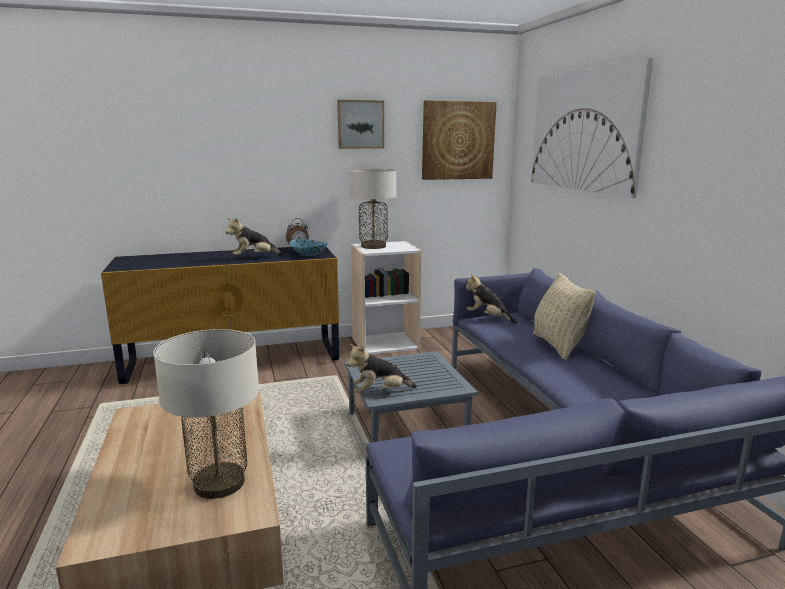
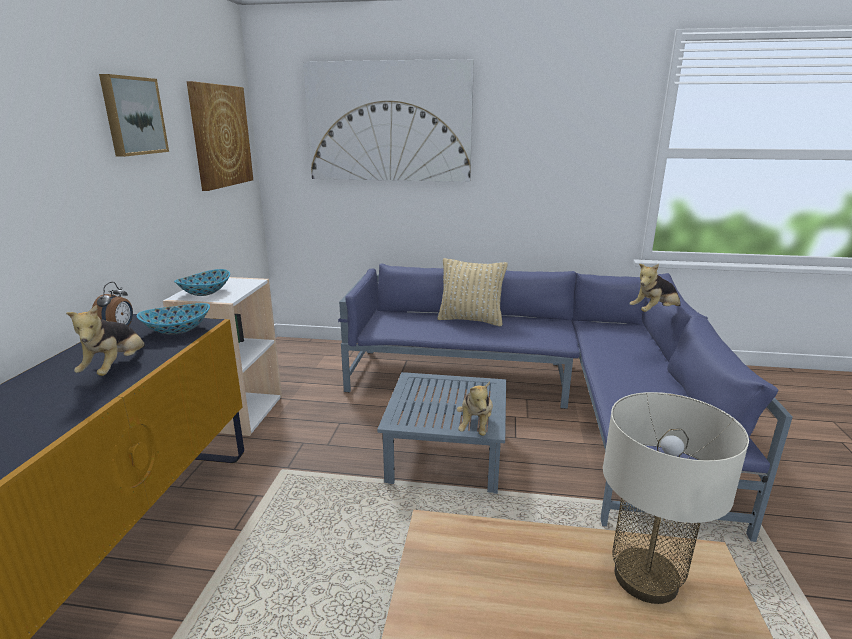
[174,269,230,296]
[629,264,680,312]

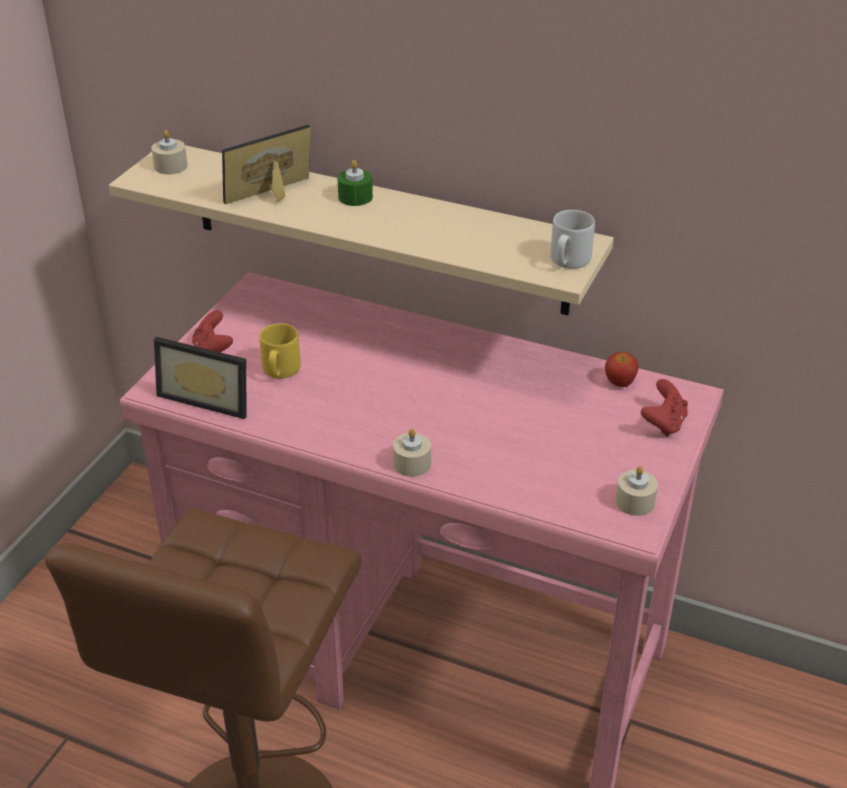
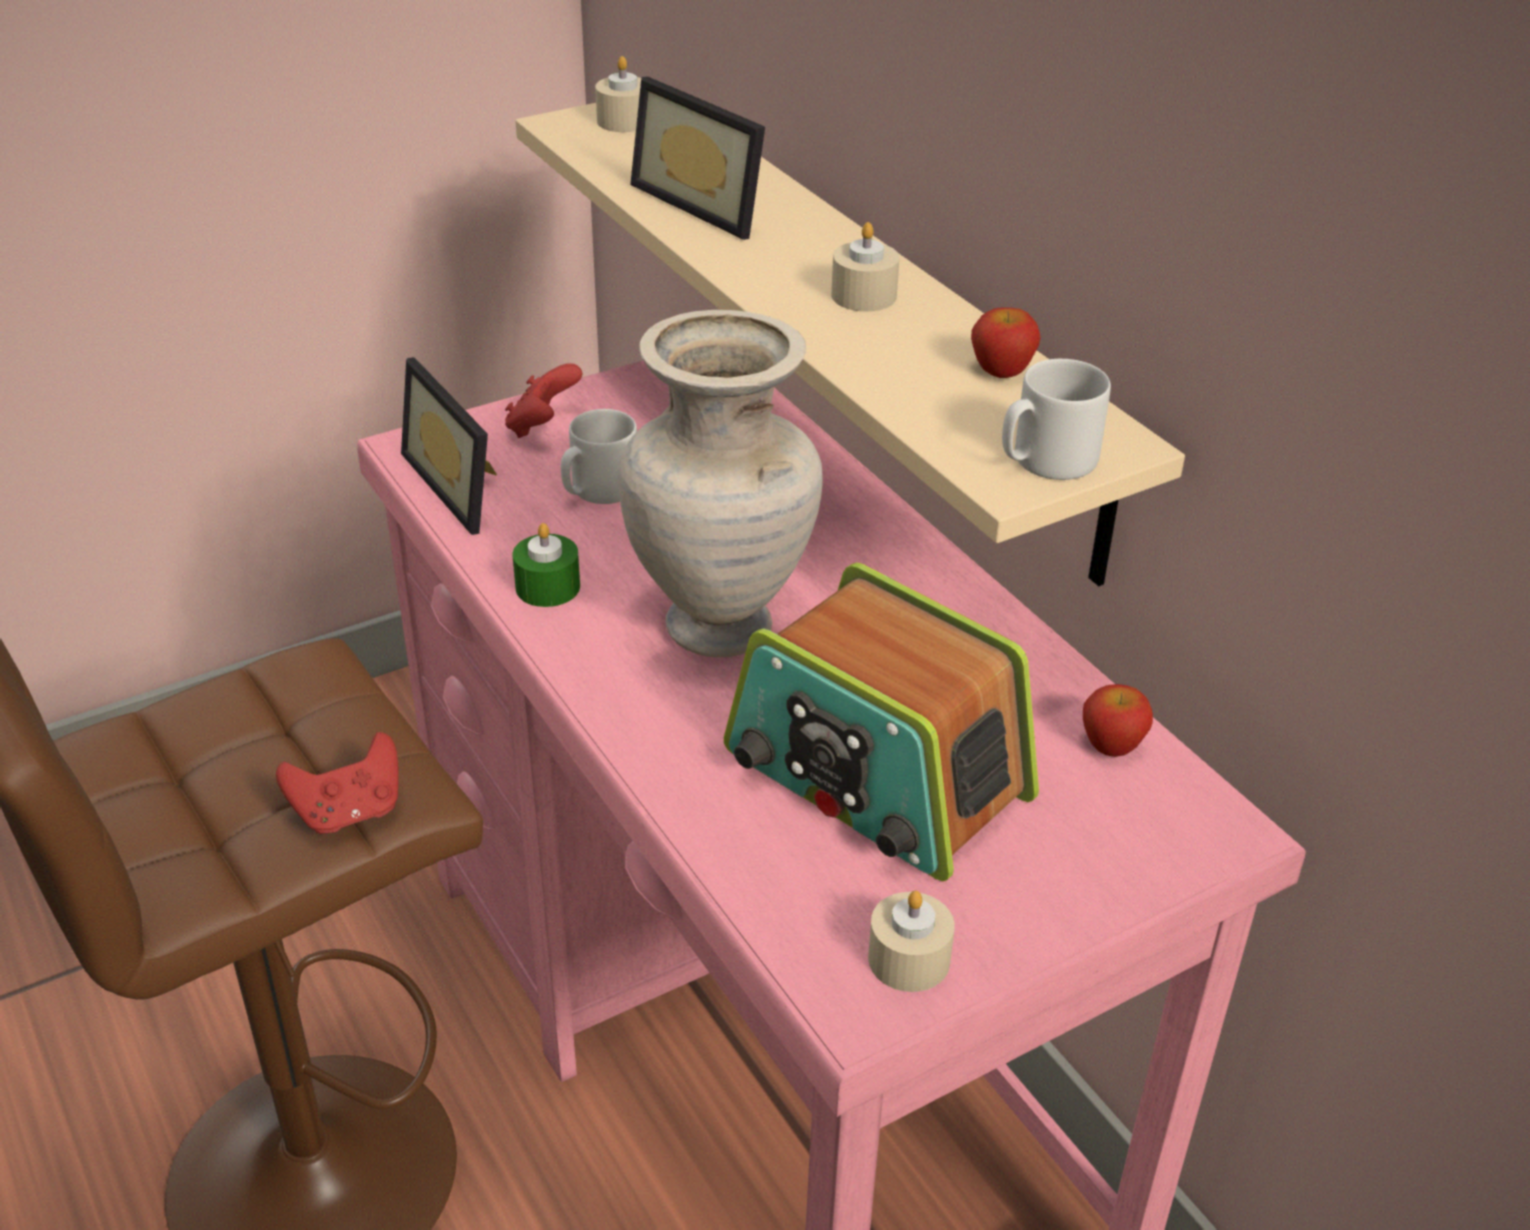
[276,732,399,834]
[513,523,580,607]
[561,409,637,504]
[618,310,823,657]
[630,76,765,240]
[724,563,1039,882]
[831,222,900,312]
[971,307,1041,378]

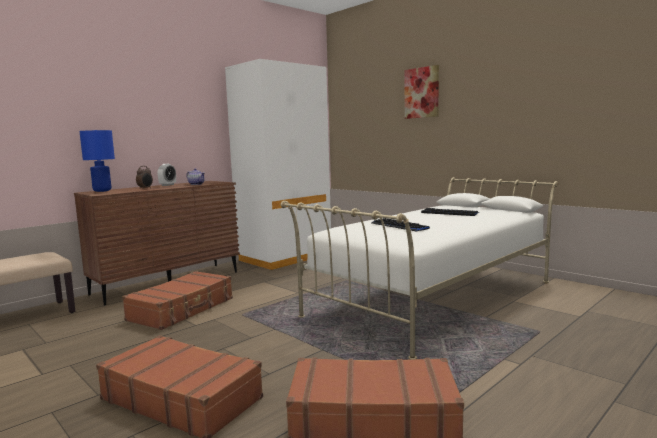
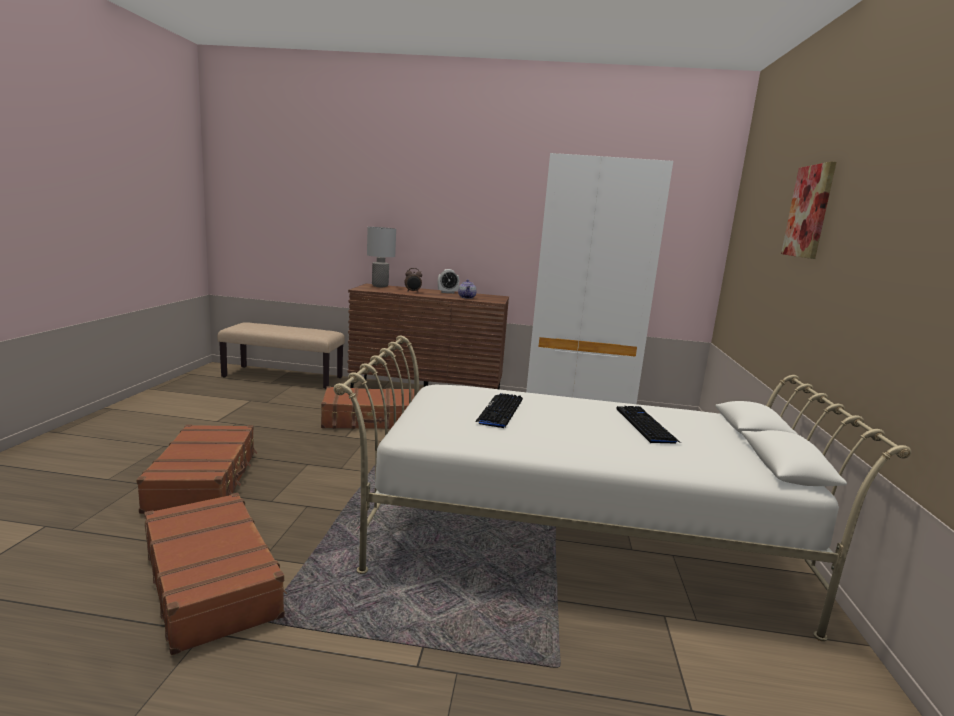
[367,227,396,287]

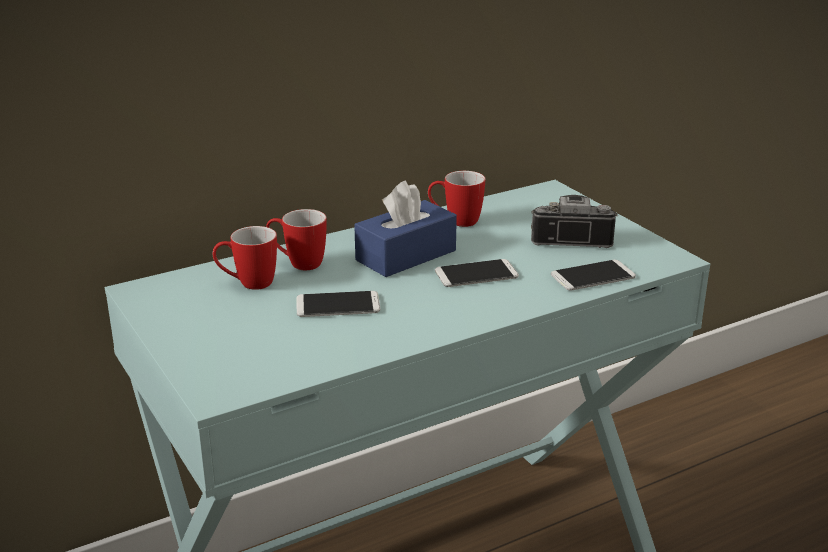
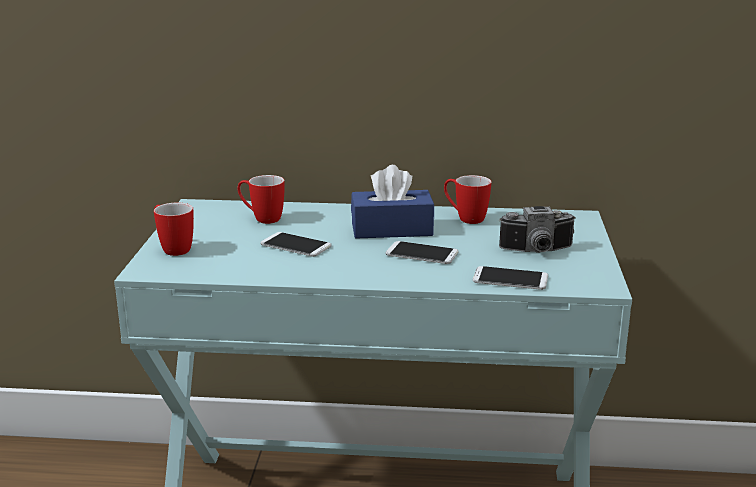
[154,202,194,256]
[499,206,576,253]

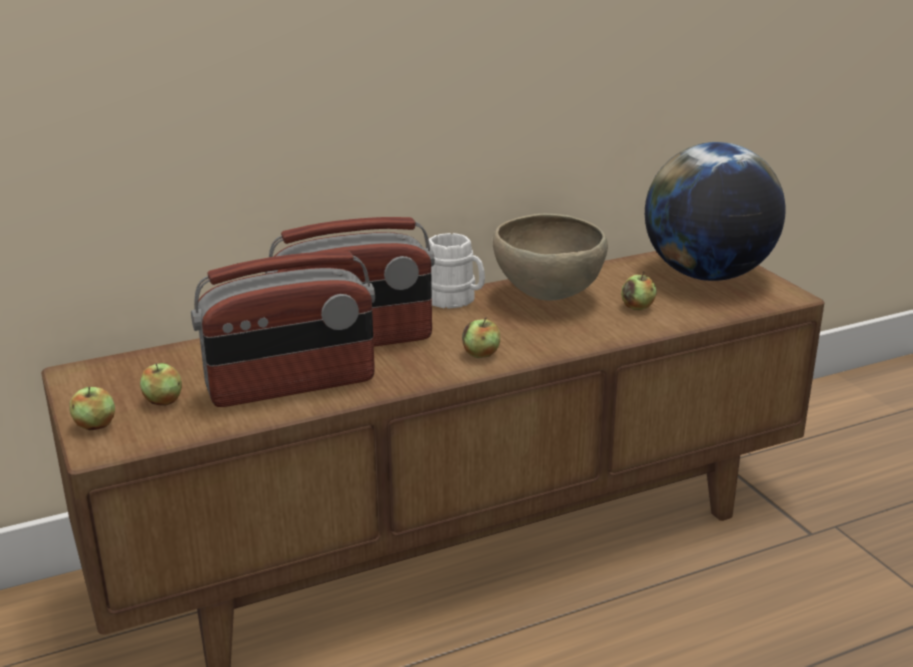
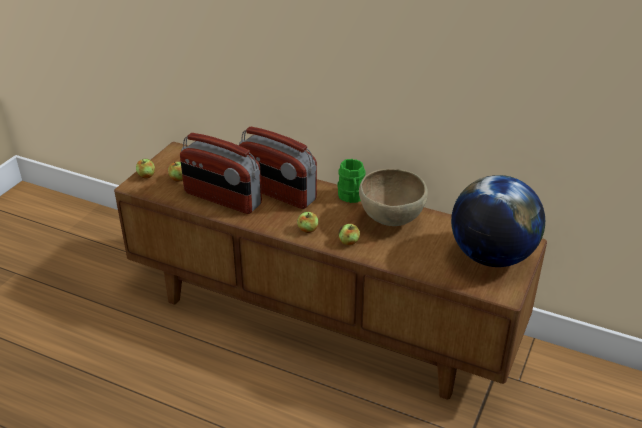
[337,159,366,203]
[338,224,360,245]

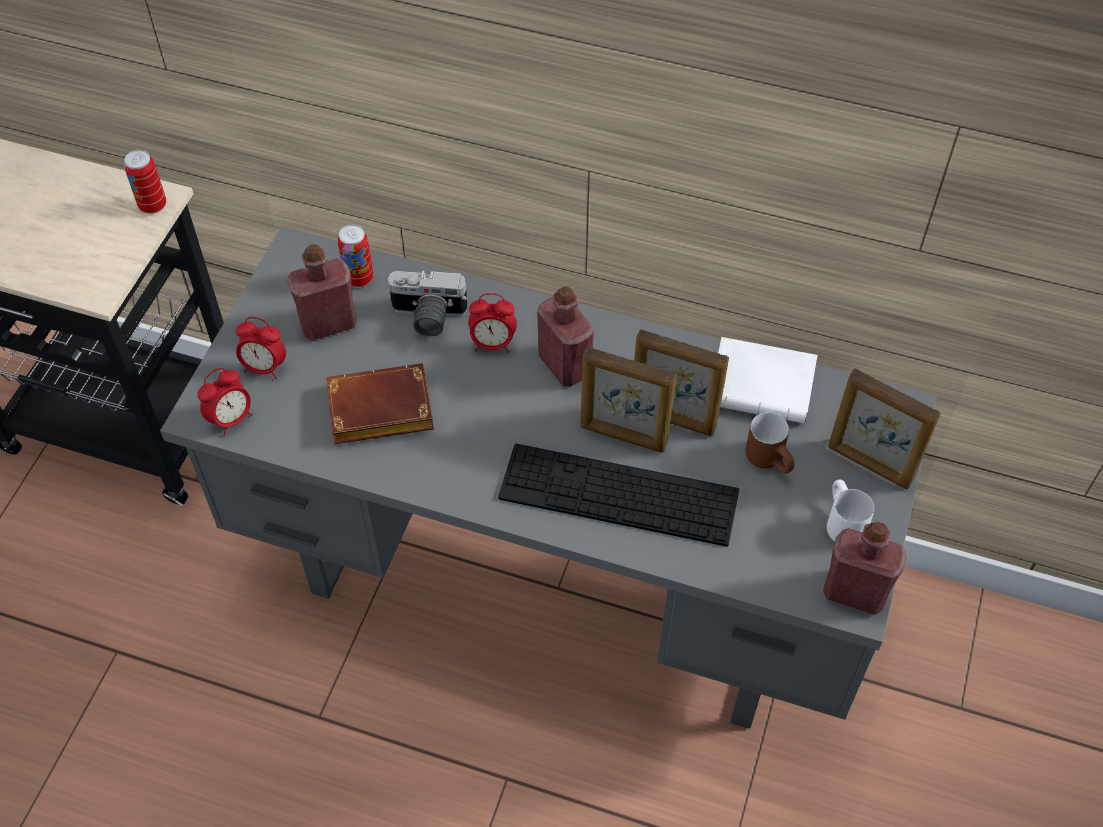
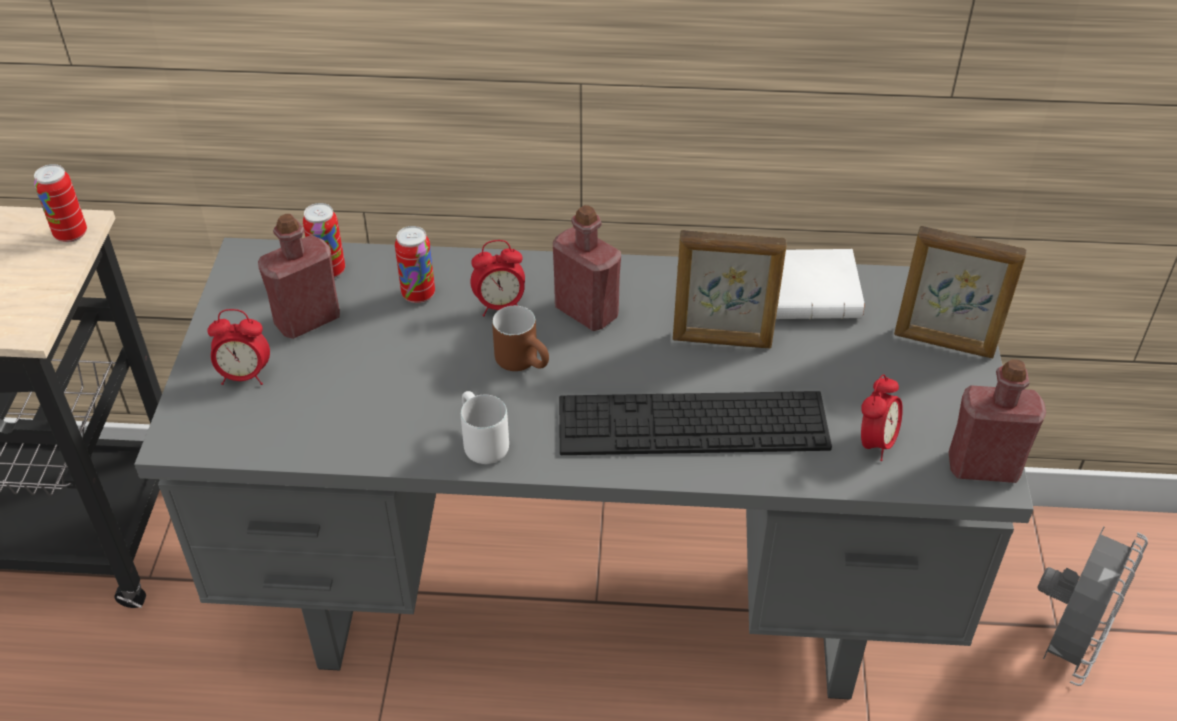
[395,226,435,303]
[461,391,509,464]
[492,306,549,371]
[861,374,903,461]
[1037,526,1148,686]
[326,363,434,444] (first image)
[580,347,676,453] (first image)

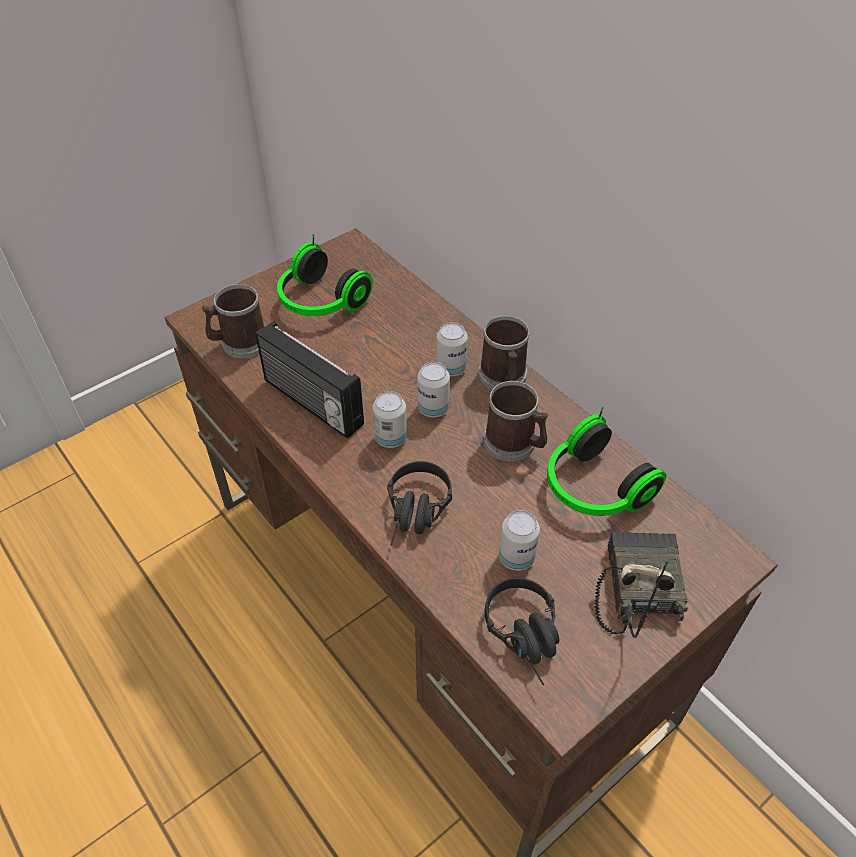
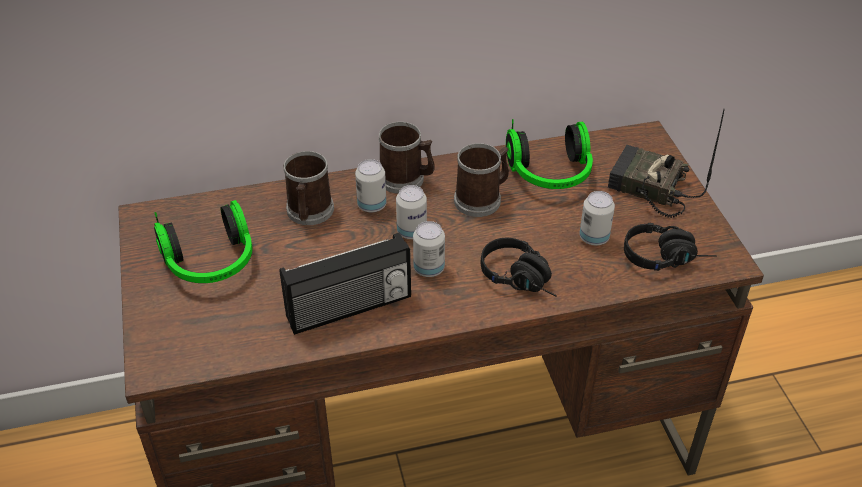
[283,151,334,225]

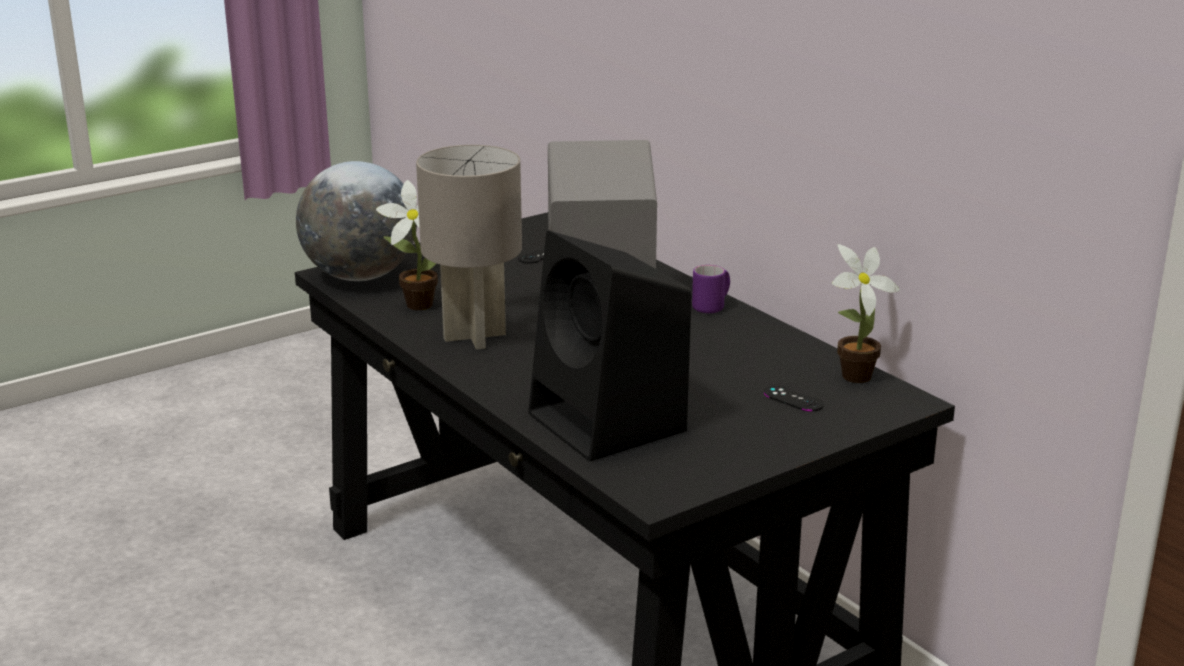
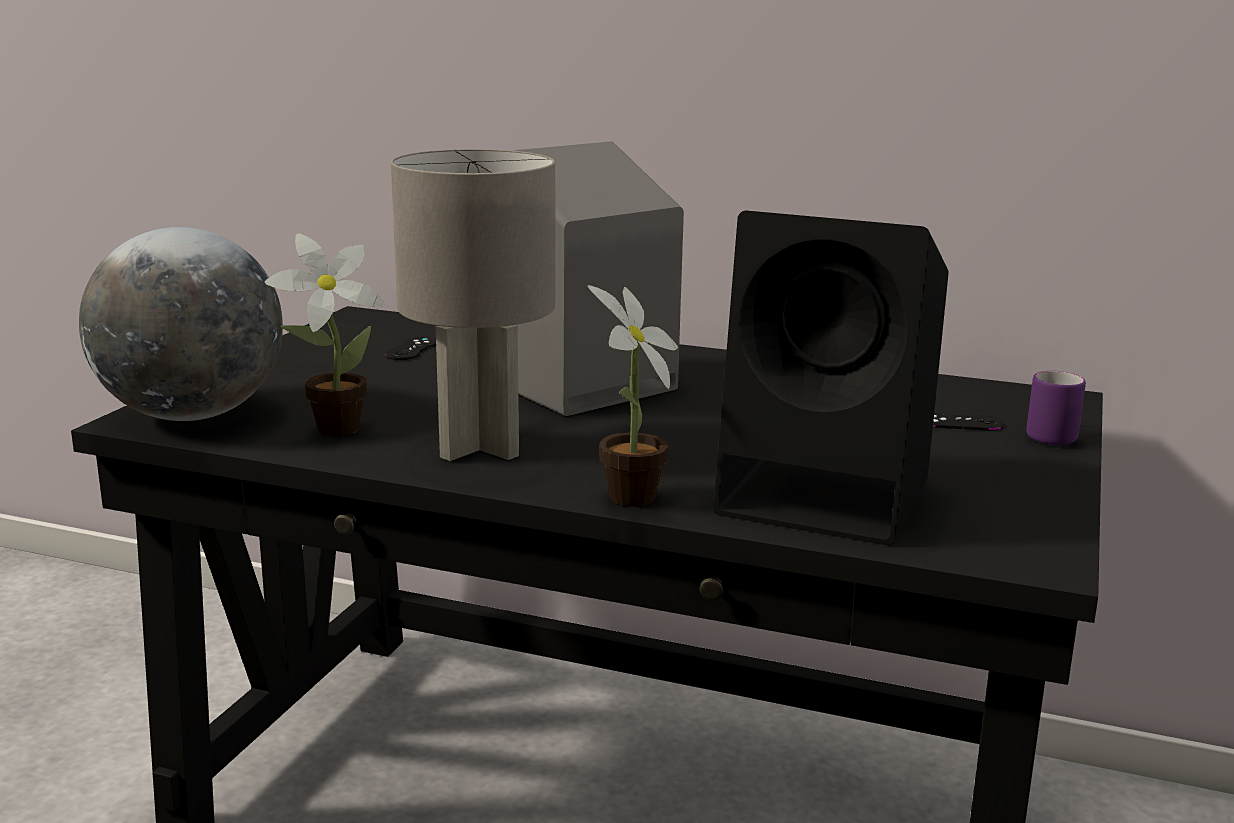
[587,285,678,506]
[1026,371,1086,445]

